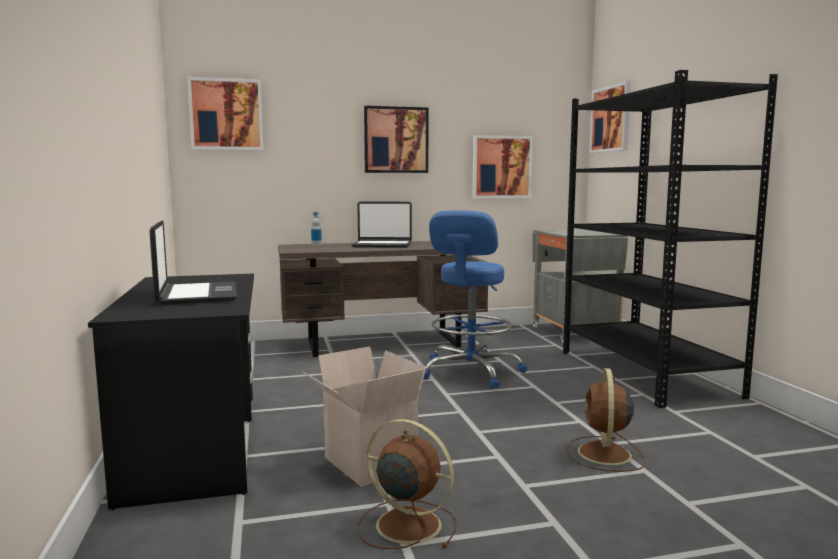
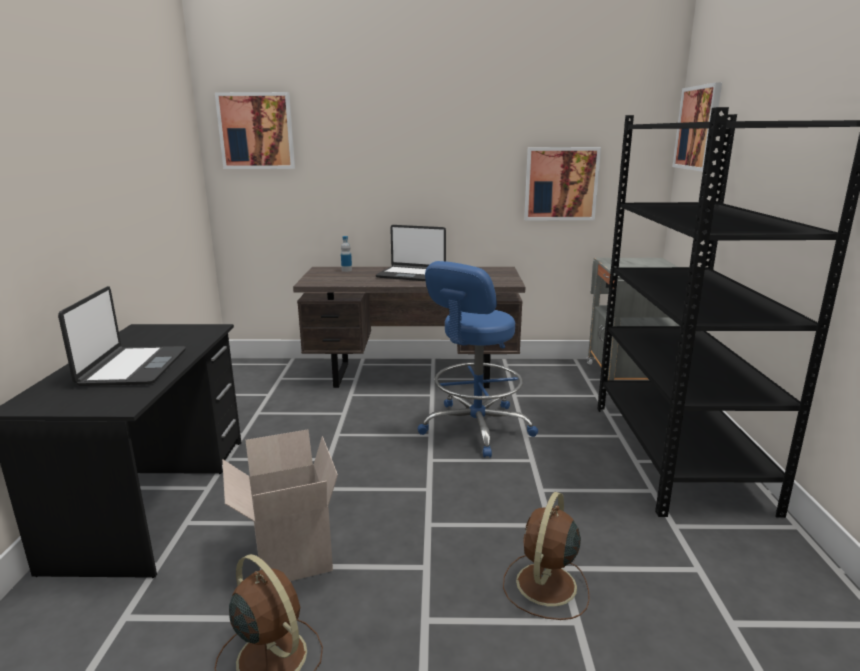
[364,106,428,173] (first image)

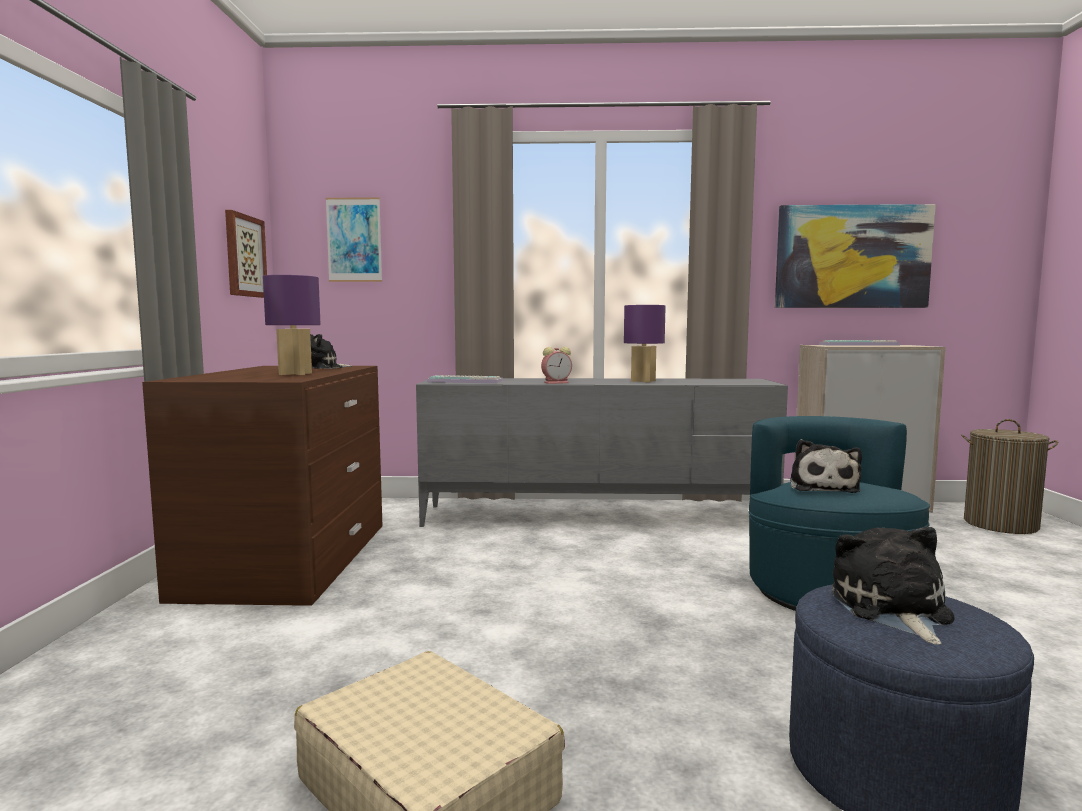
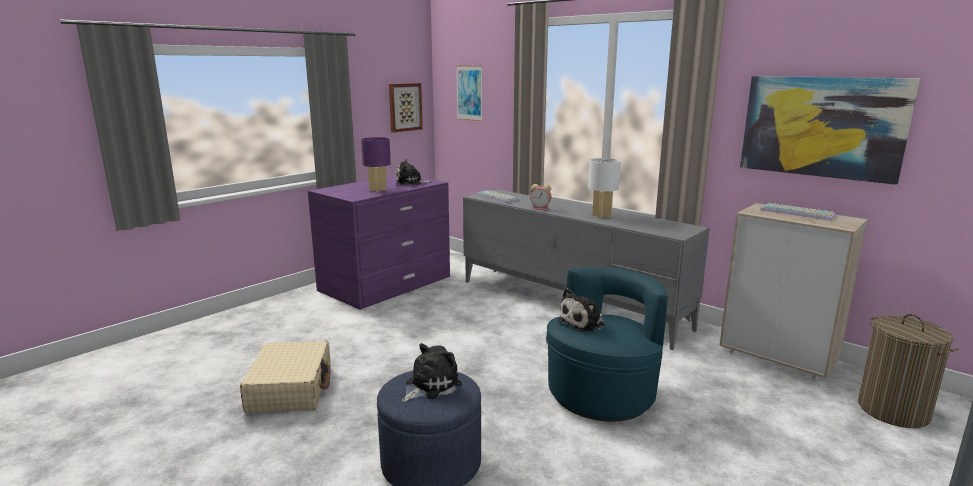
[308,175,450,310]
[588,158,621,218]

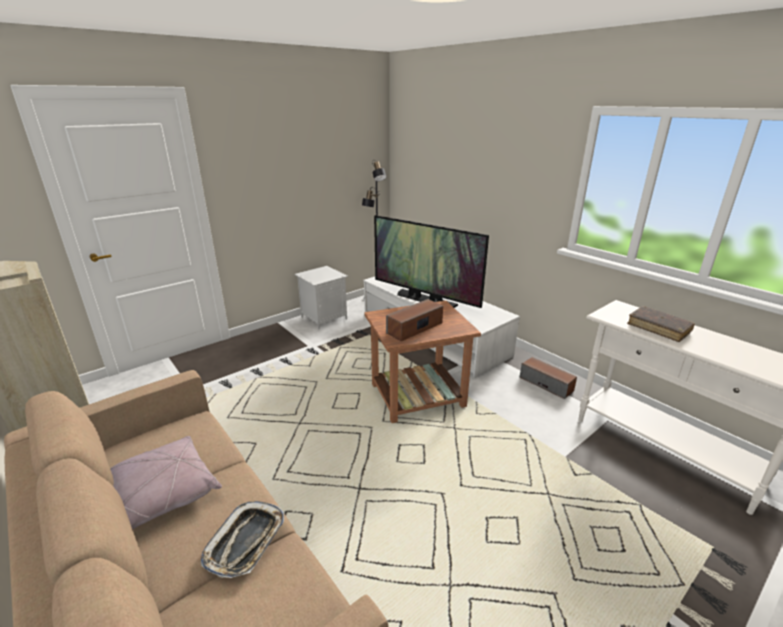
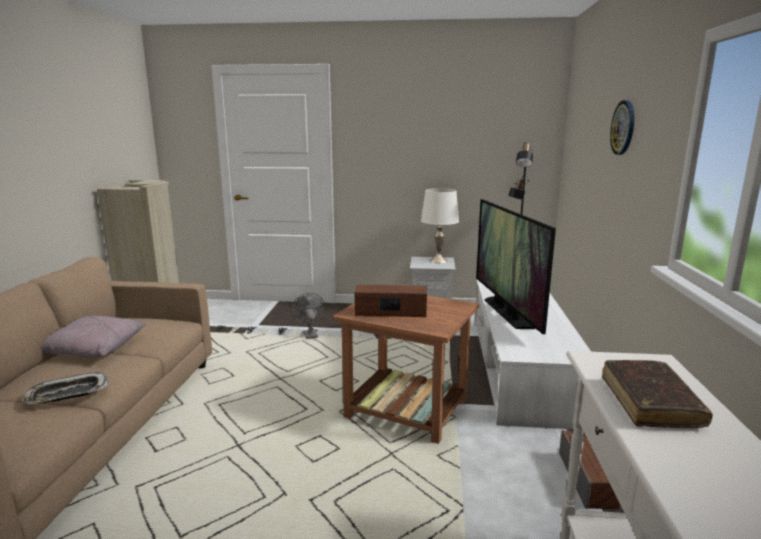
[291,293,324,339]
[421,188,459,263]
[610,100,634,155]

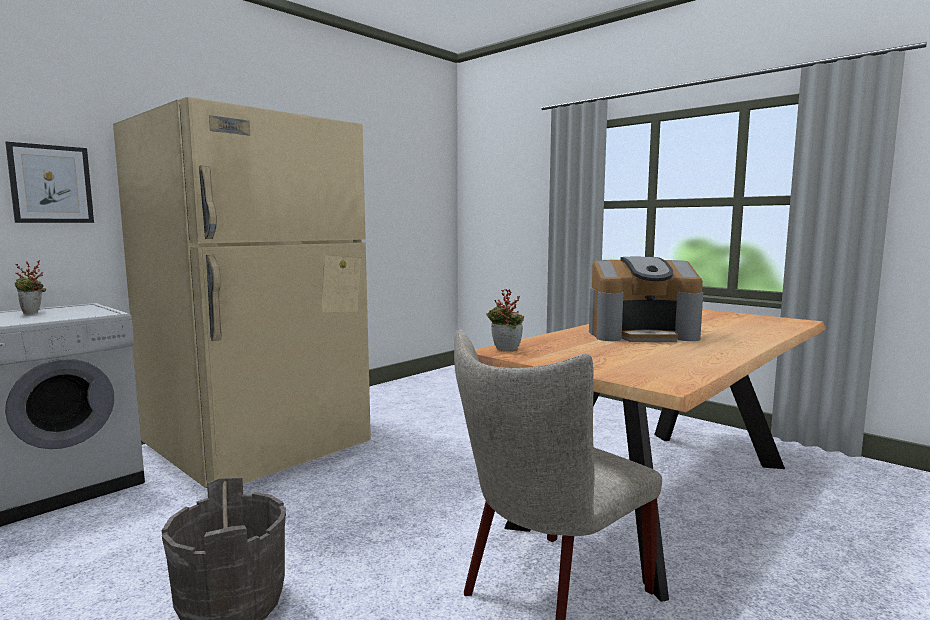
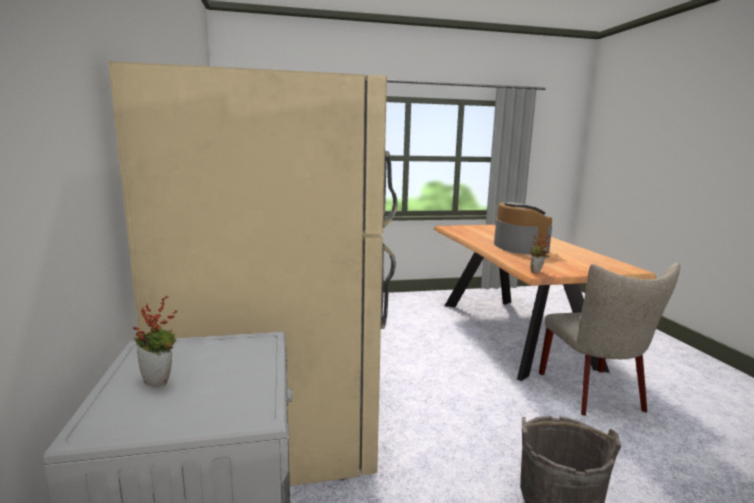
[494,202,552,254]
[5,142,94,223] (first image)

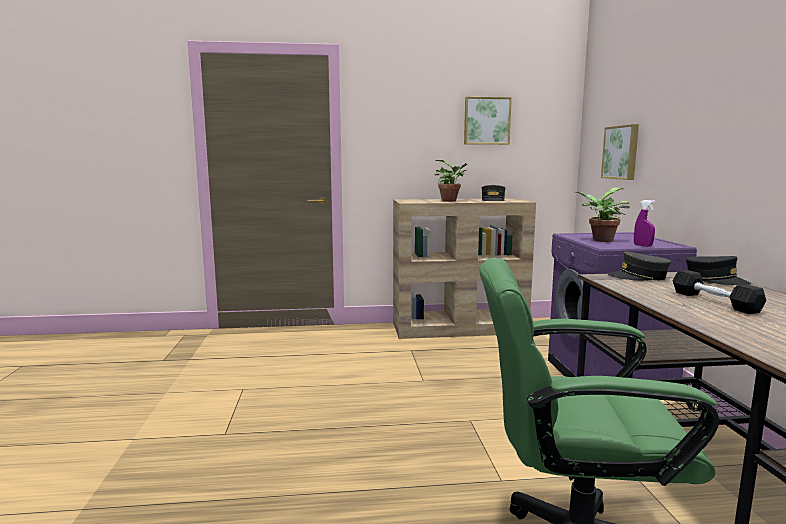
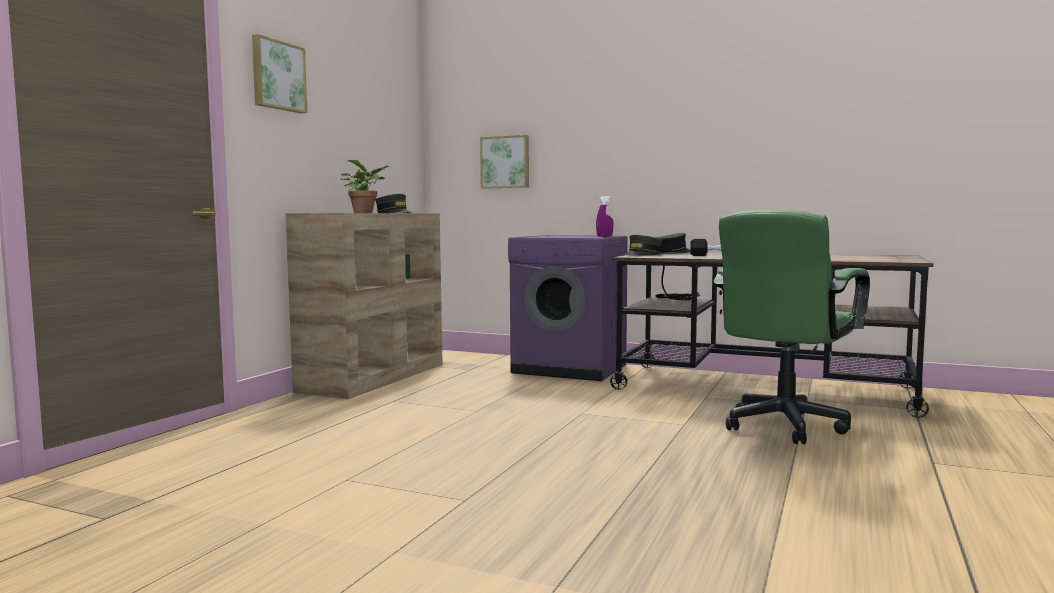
[252,34,307,114]
[575,188,630,242] (first image)

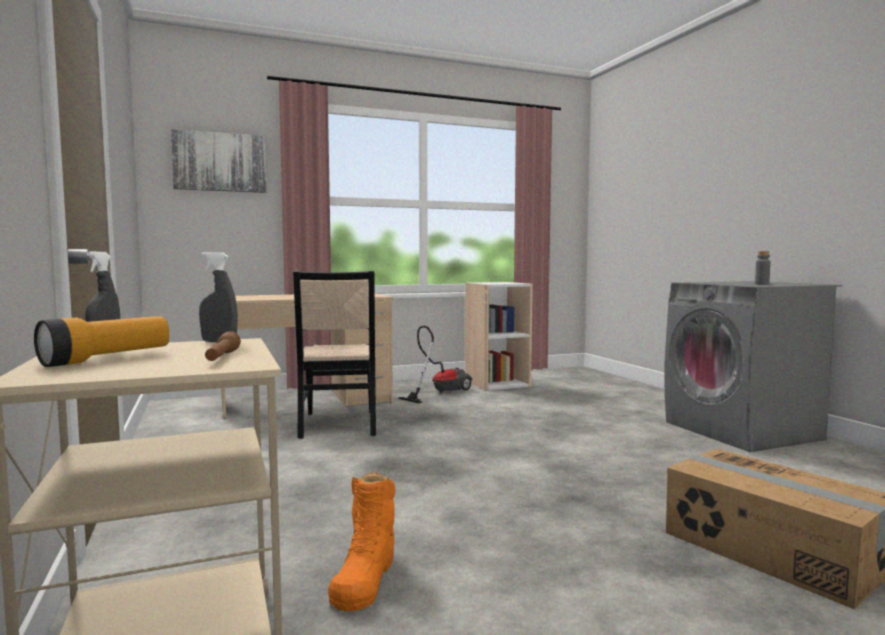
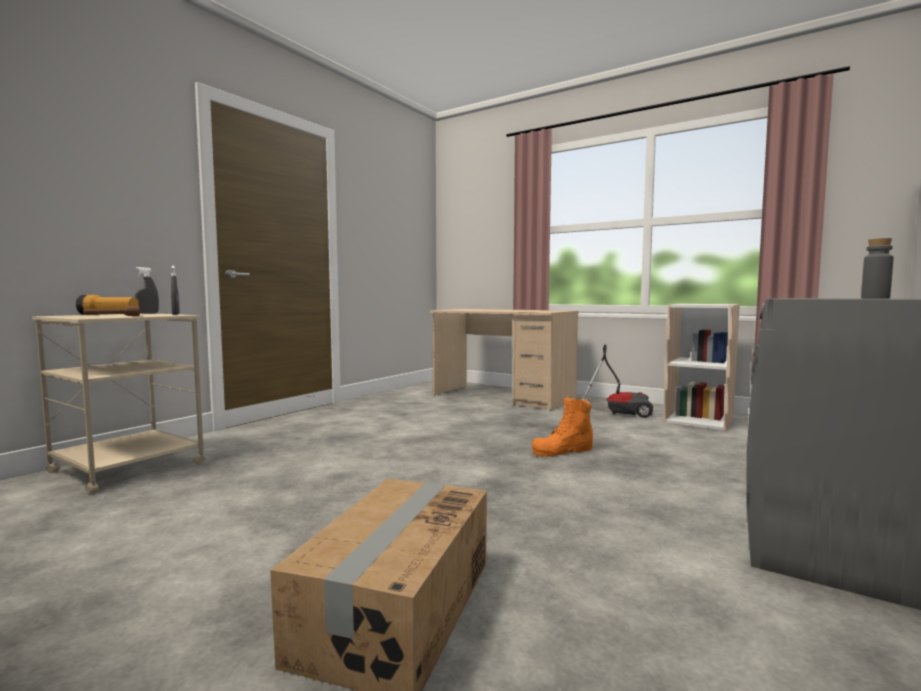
[532,395,593,457]
[171,129,267,193] (first image)
[293,270,376,439] (first image)

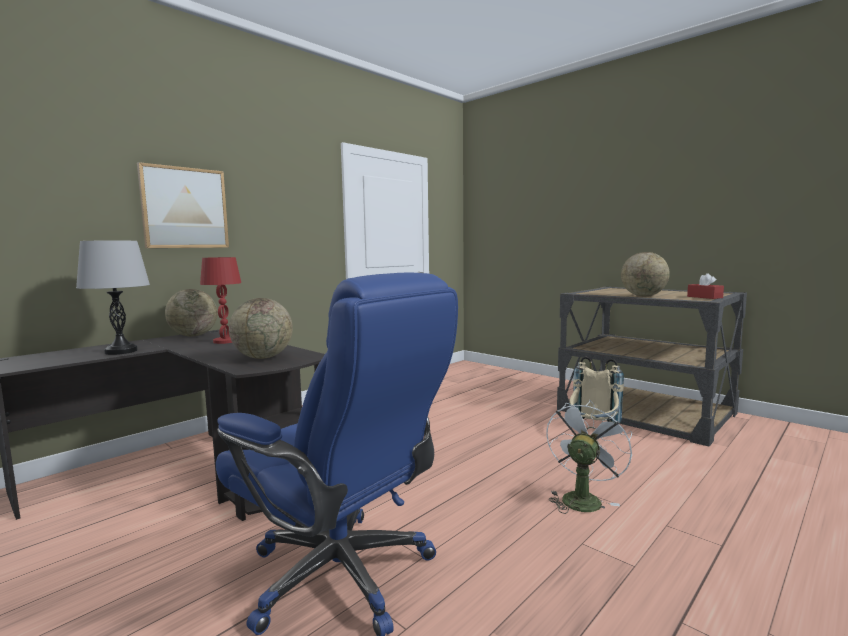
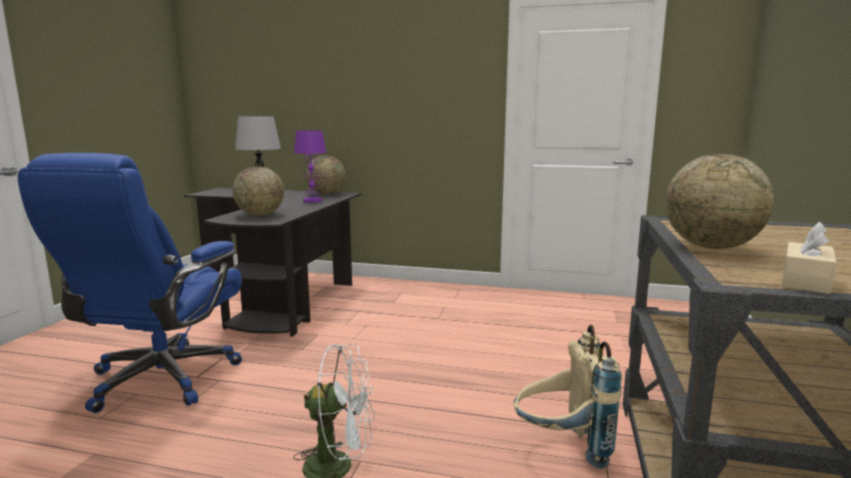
[294,130,326,203]
[782,221,837,294]
[137,162,229,248] (first image)

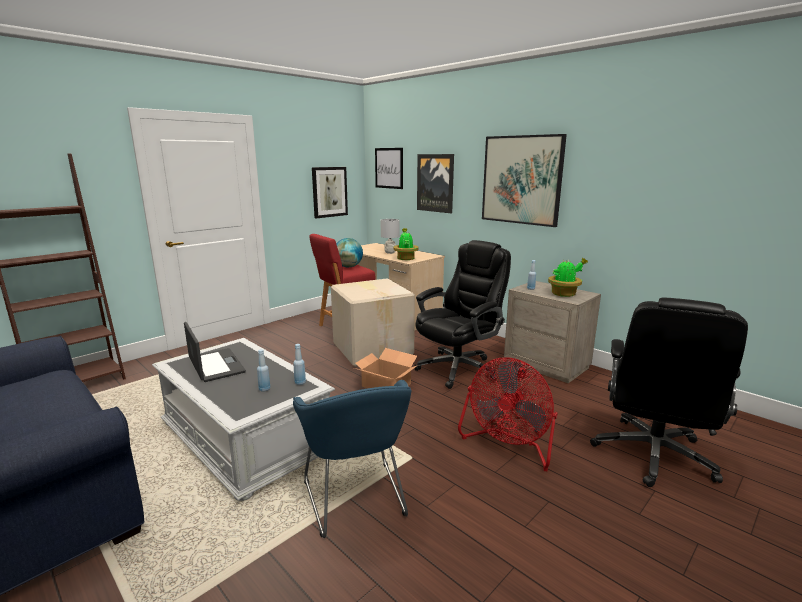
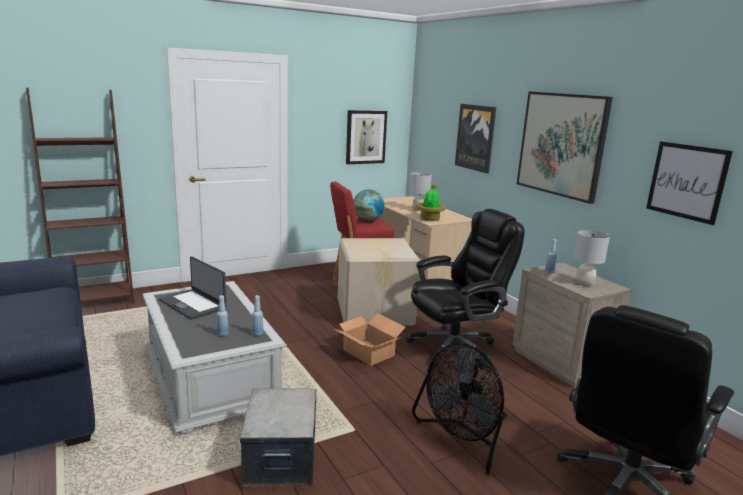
[159,256,226,320]
[240,388,317,488]
[412,343,507,475]
[574,230,610,286]
[646,141,733,225]

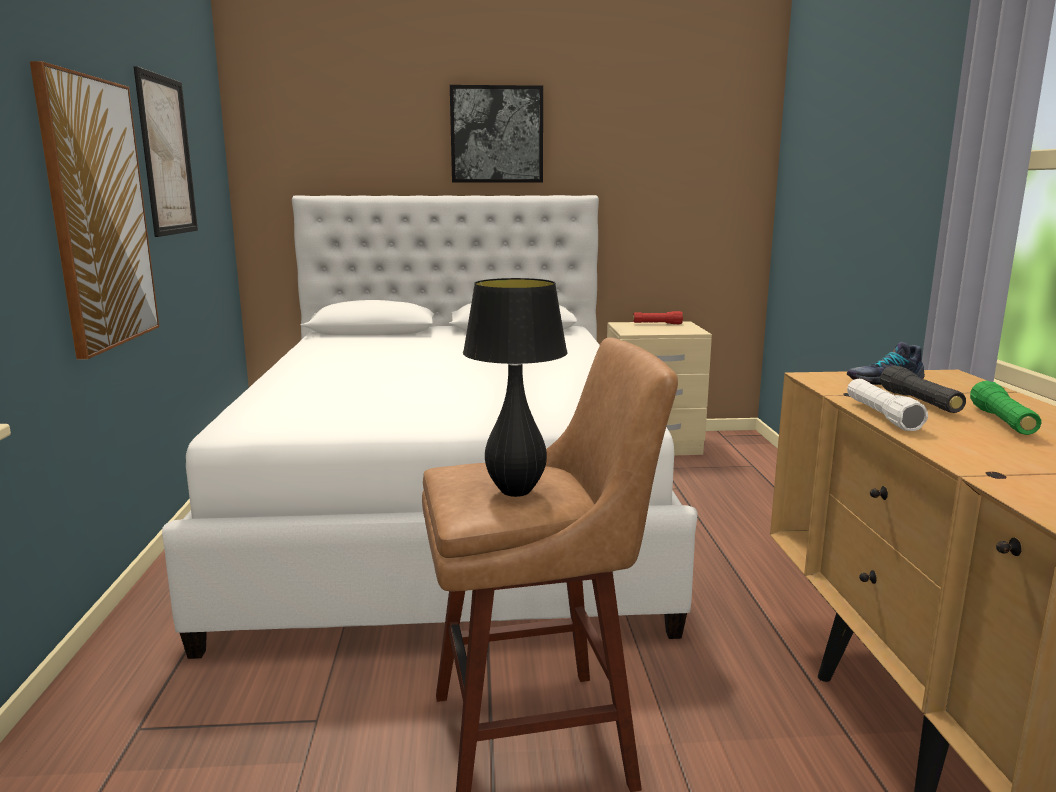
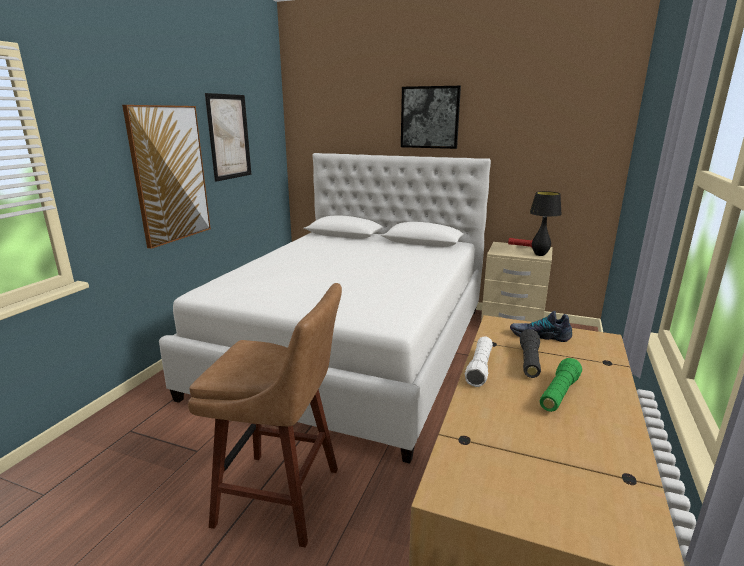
[530,191,562,256]

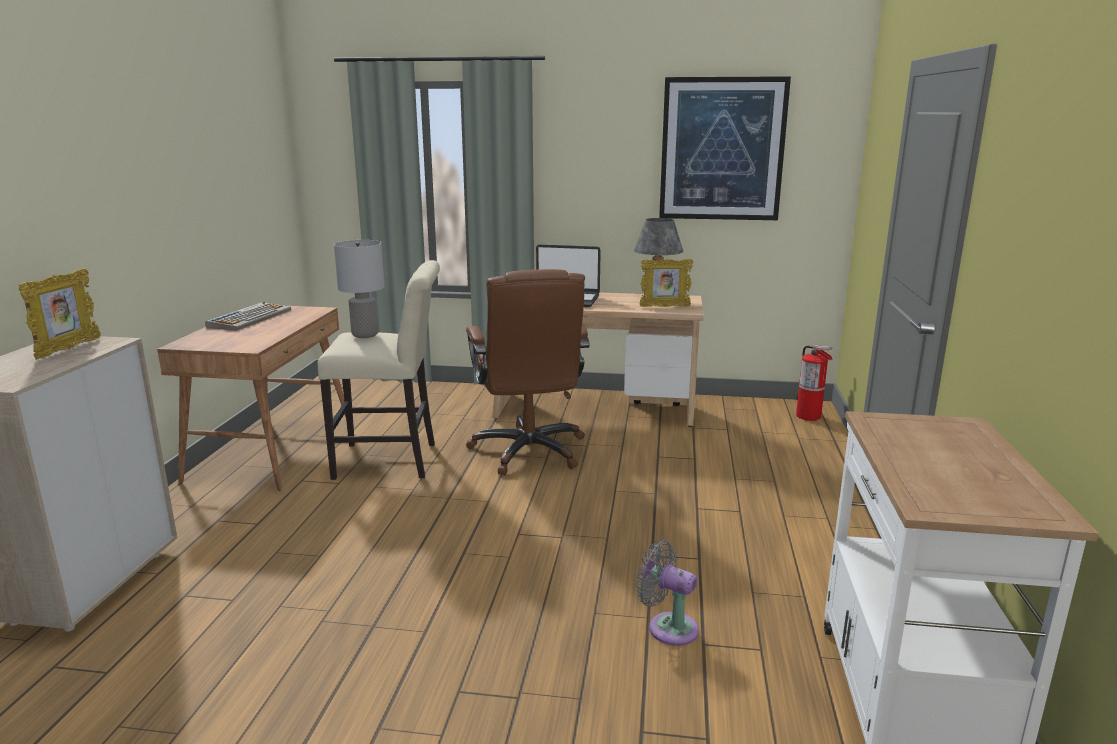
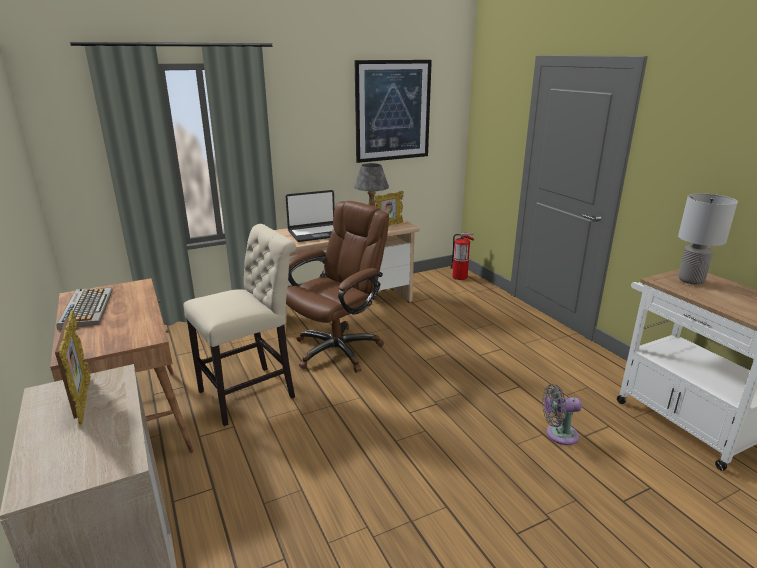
[286,201,389,373]
[678,193,738,285]

